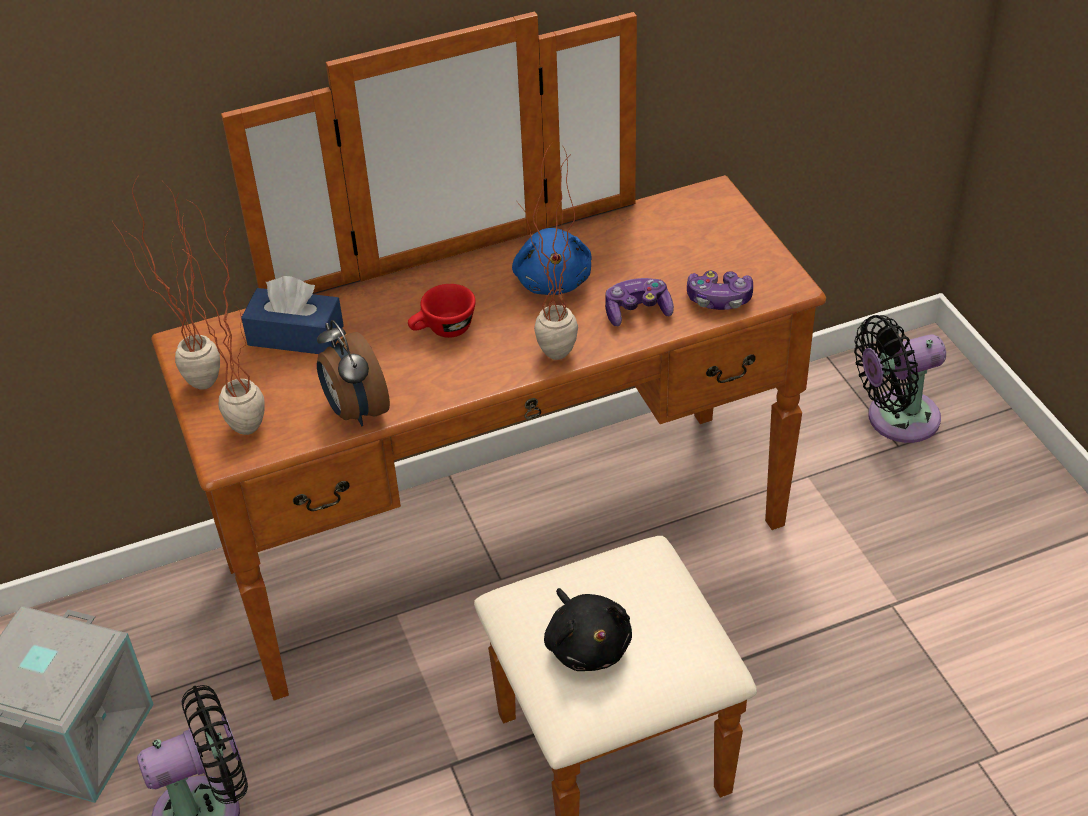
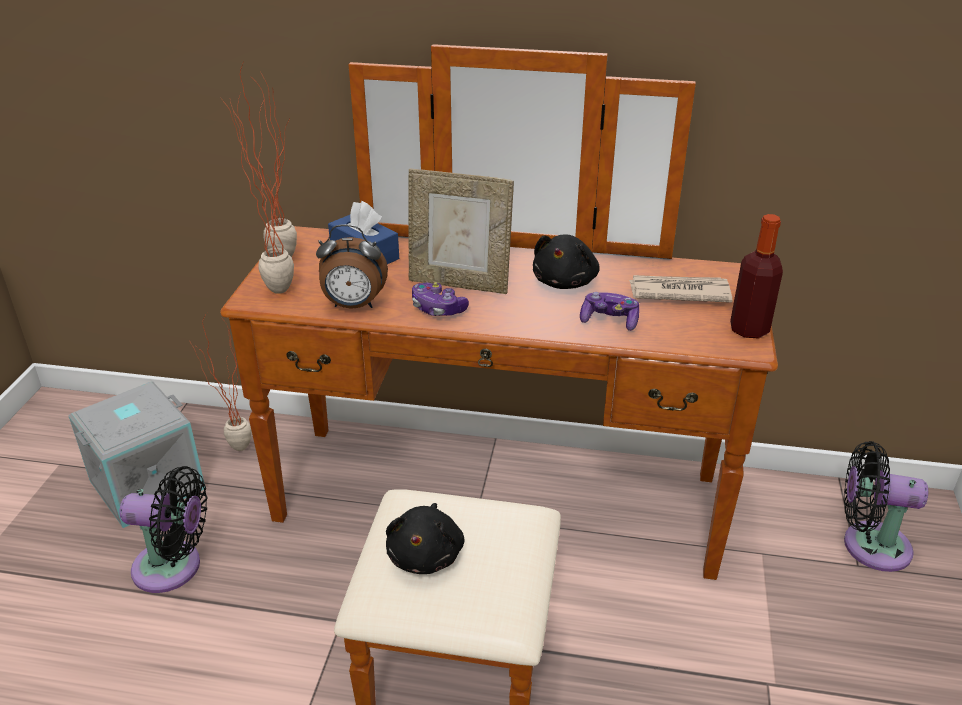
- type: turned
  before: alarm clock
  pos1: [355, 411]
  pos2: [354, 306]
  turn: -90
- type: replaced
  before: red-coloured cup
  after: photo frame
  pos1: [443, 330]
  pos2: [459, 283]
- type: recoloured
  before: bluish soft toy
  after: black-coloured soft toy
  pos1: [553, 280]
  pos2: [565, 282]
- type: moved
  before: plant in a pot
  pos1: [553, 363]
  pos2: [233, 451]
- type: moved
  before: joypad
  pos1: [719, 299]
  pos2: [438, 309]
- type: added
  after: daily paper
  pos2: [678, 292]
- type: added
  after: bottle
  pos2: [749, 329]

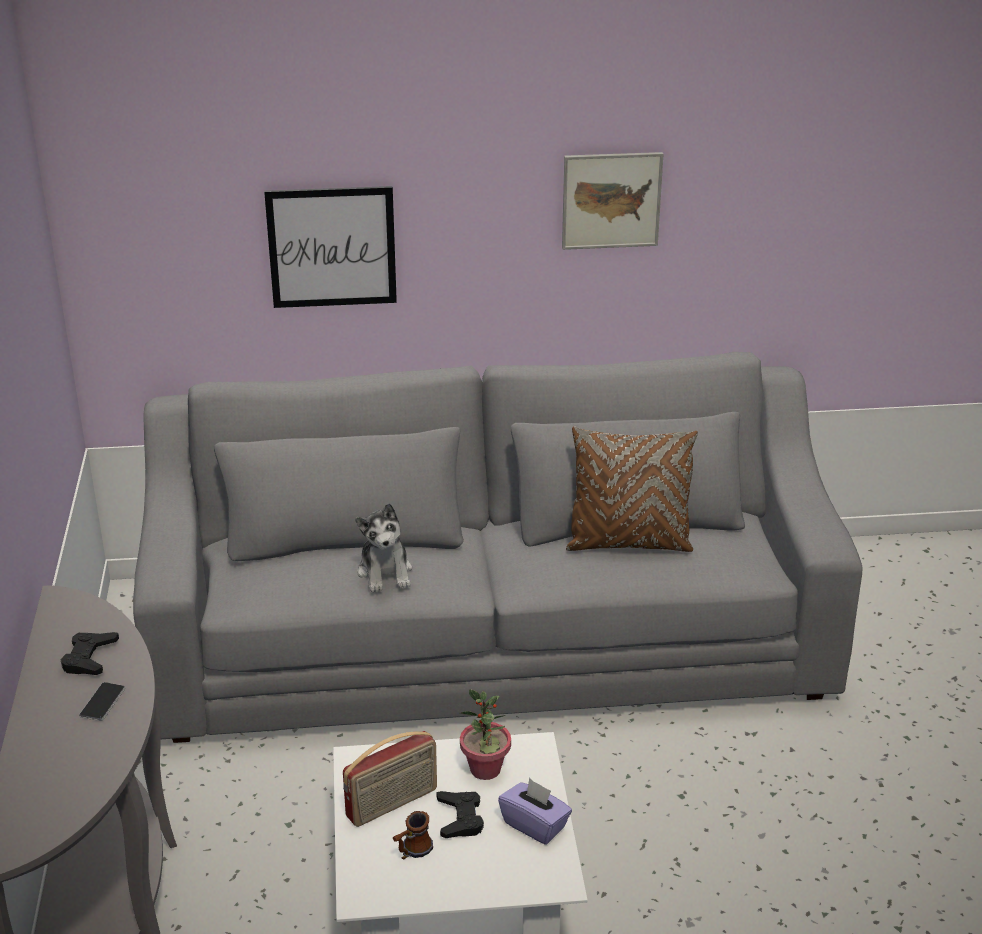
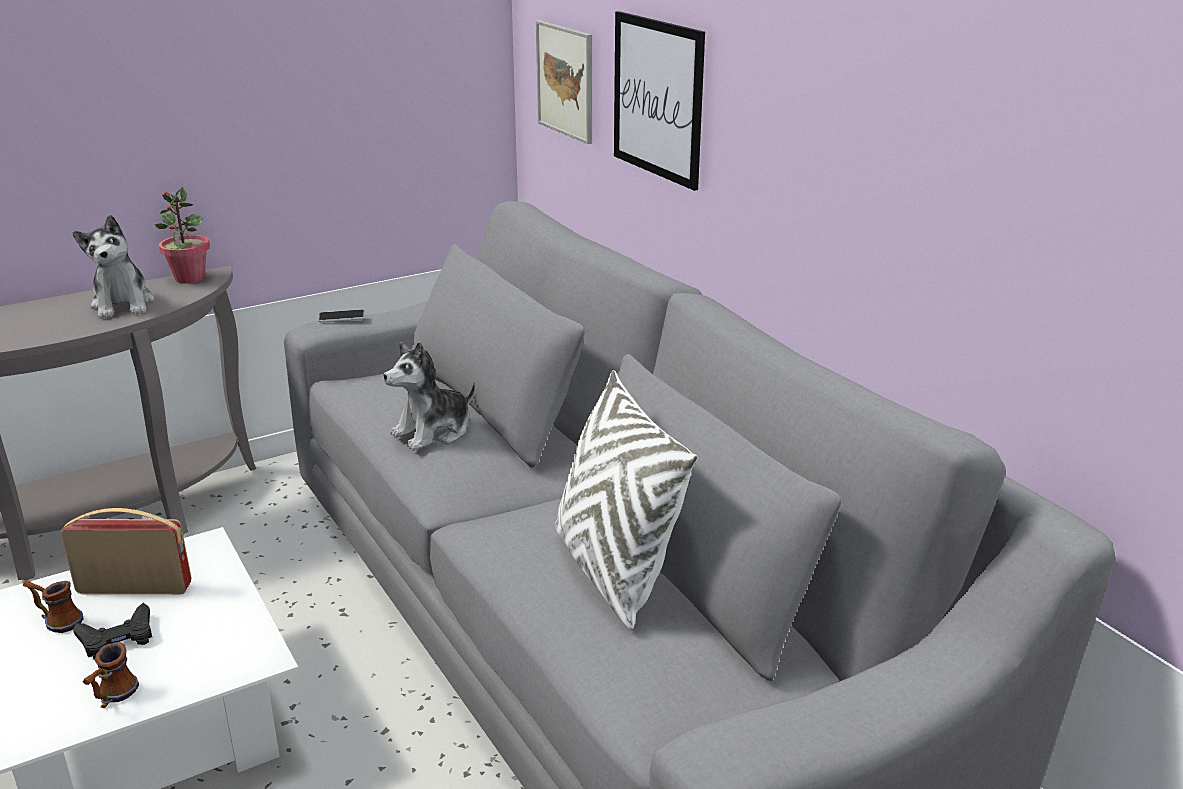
- type: replaced
  before: black-coloured joypad
  after: soft toy
  pos1: [89, 658]
  pos2: [123, 304]
- type: moved
  before: telephone
  pos1: [102, 702]
  pos2: [341, 317]
- type: turned
  before: radio receiver
  pos1: [392, 804]
  pos2: [135, 587]
  turn: 150
- type: moved
  before: plant in a pot
  pos1: [485, 769]
  pos2: [189, 278]
- type: replaced
  before: purple-coloured tissue box
  after: tea mug
  pos1: [535, 825]
  pos2: [112, 697]
- type: moved
  before: wall picture
  pos1: [611, 200]
  pos2: [565, 81]
- type: recoloured
  before: brownish cushion
  after: whitish cushion
  pos1: [628, 543]
  pos2: [613, 572]

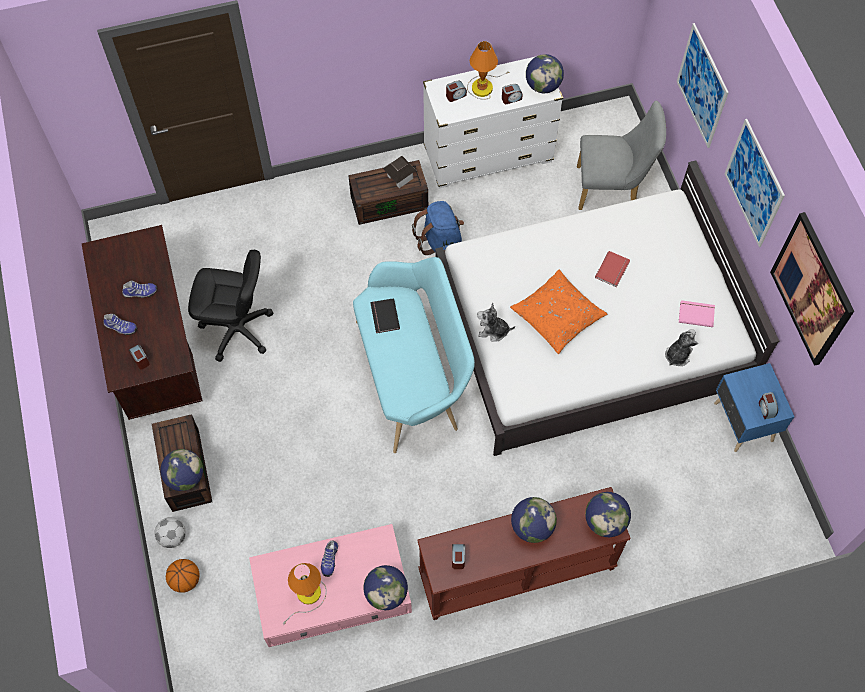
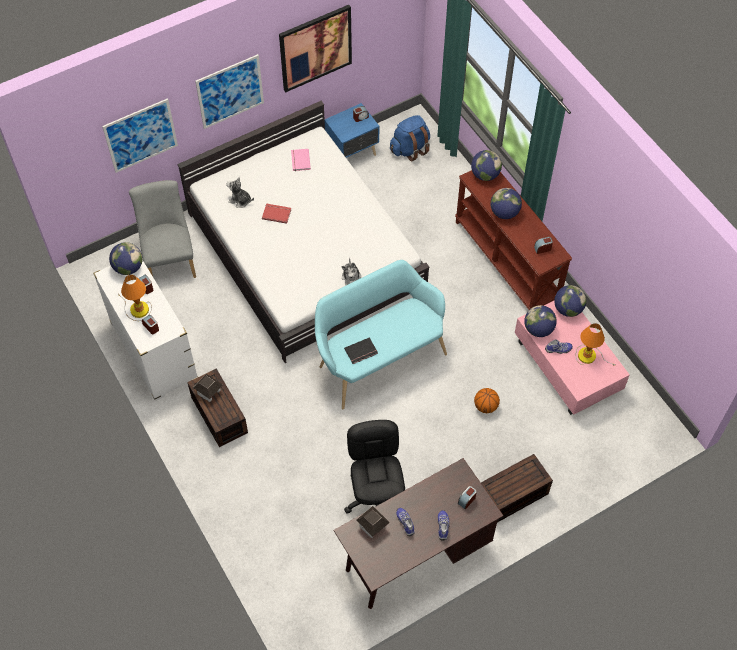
- type: removed
  before: football
  pos1: [172, 537]
- type: moved
  before: desk globe
  pos1: [185, 477]
  pos2: [538, 329]
- type: moved
  before: basketball ball
  pos1: [185, 580]
  pos2: [485, 406]
- type: moved
  before: bluish rucksack
  pos1: [440, 242]
  pos2: [410, 149]
- type: removed
  before: orange-coloured cushion
  pos1: [557, 316]
- type: moved
  before: soft toy
  pos1: [677, 355]
  pos2: [240, 200]
- type: added
  after: miniature house
  pos2: [372, 526]

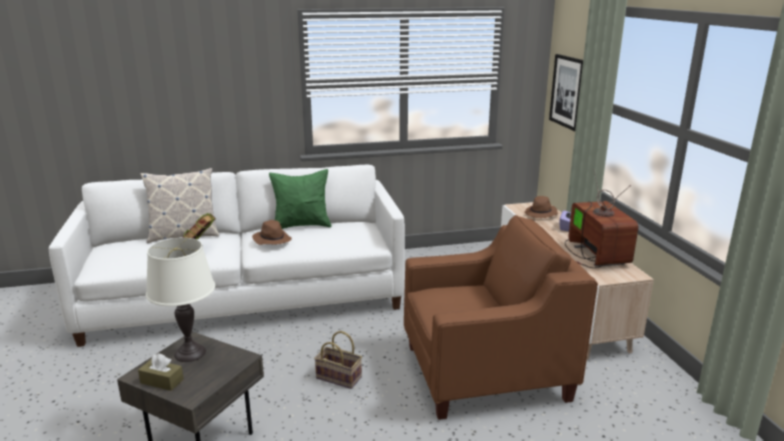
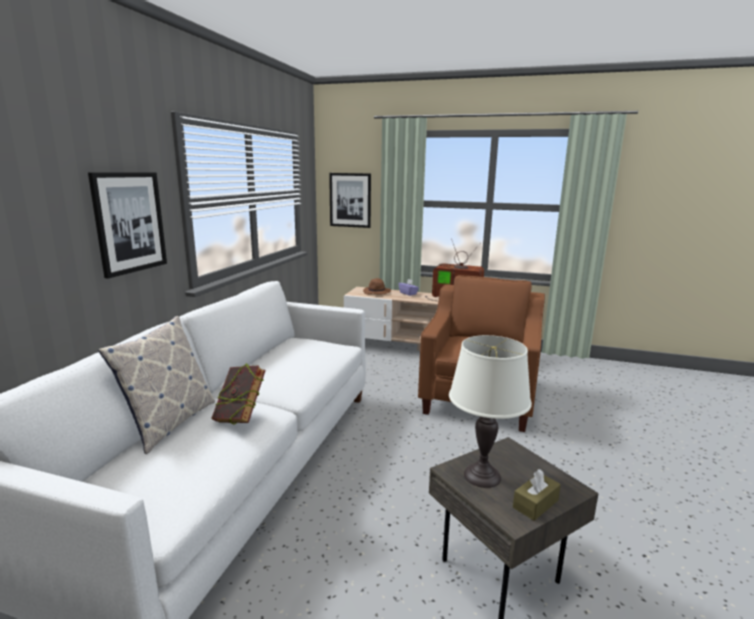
- type: removed
  before: brownish clothing hat
  pos1: [272, 240]
- type: removed
  before: greenish cushion
  pos1: [302, 225]
- type: removed
  before: storage basket
  pos1: [340, 377]
- type: added
  after: wall picture
  pos2: [129, 222]

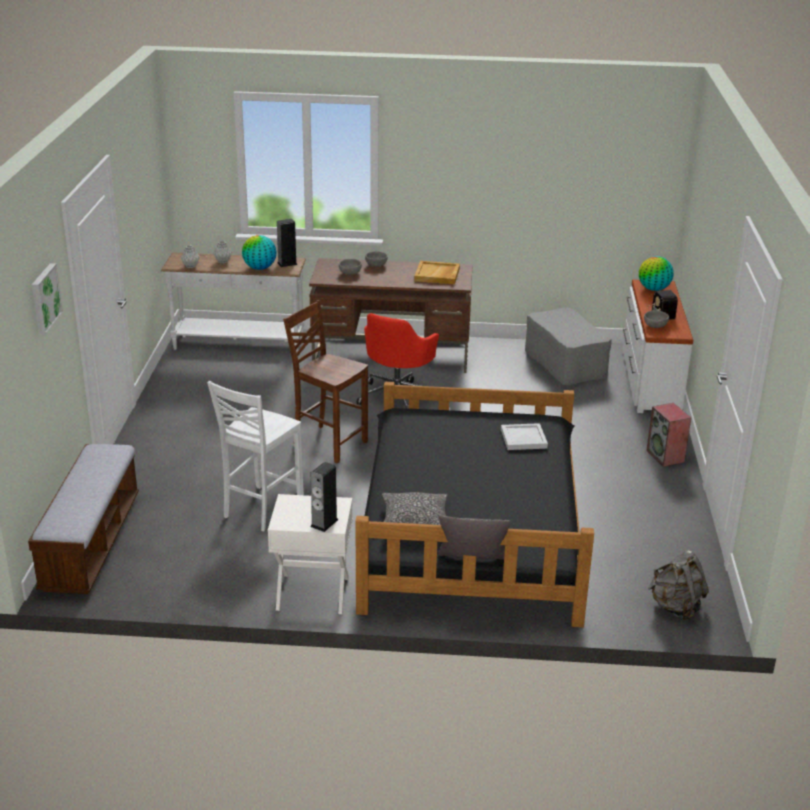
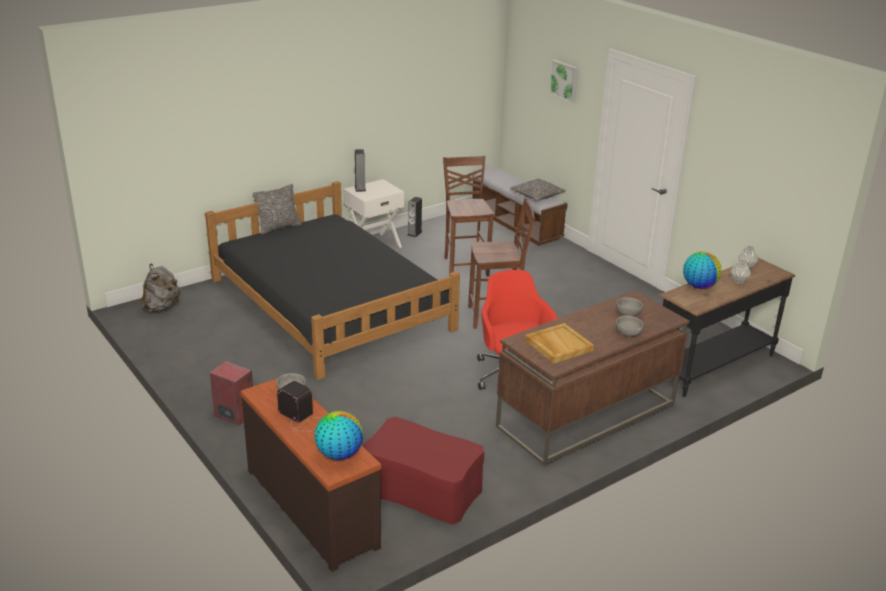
- type: recoloured
  before: whitish console table
  after: black-coloured console table
  pos1: [238, 344]
  pos2: [713, 365]
- type: recoloured
  before: whitish chair
  after: brownish chair
  pos1: [260, 509]
  pos2: [465, 266]
- type: moved
  before: loudspeaker
  pos1: [287, 263]
  pos2: [414, 233]
- type: moved
  before: cushion
  pos1: [414, 520]
  pos2: [537, 195]
- type: removed
  before: whitish carrying tray
  pos1: [523, 438]
- type: recoloured
  before: gray ottoman
  after: red-coloured ottoman
  pos1: [565, 363]
  pos2: [422, 489]
- type: recoloured
  before: whitish drawer chest
  after: brownish drawer chest
  pos1: [649, 380]
  pos2: [313, 507]

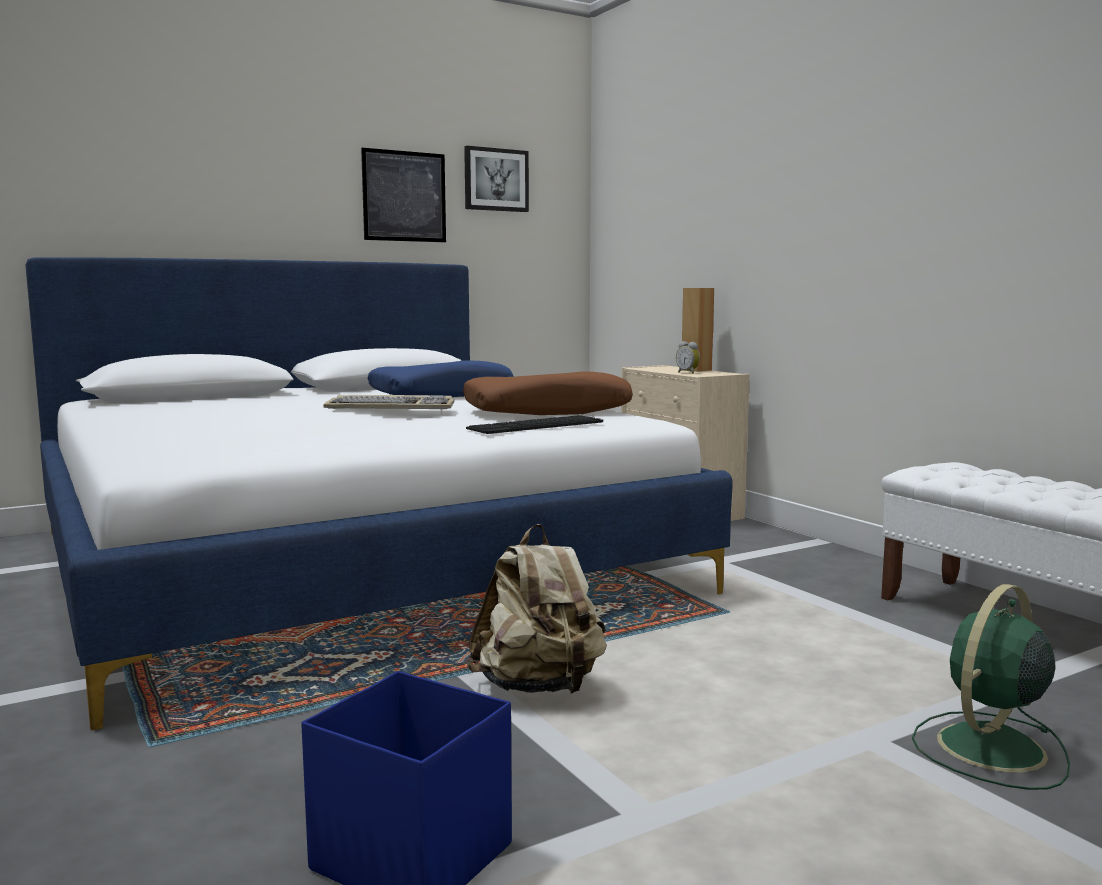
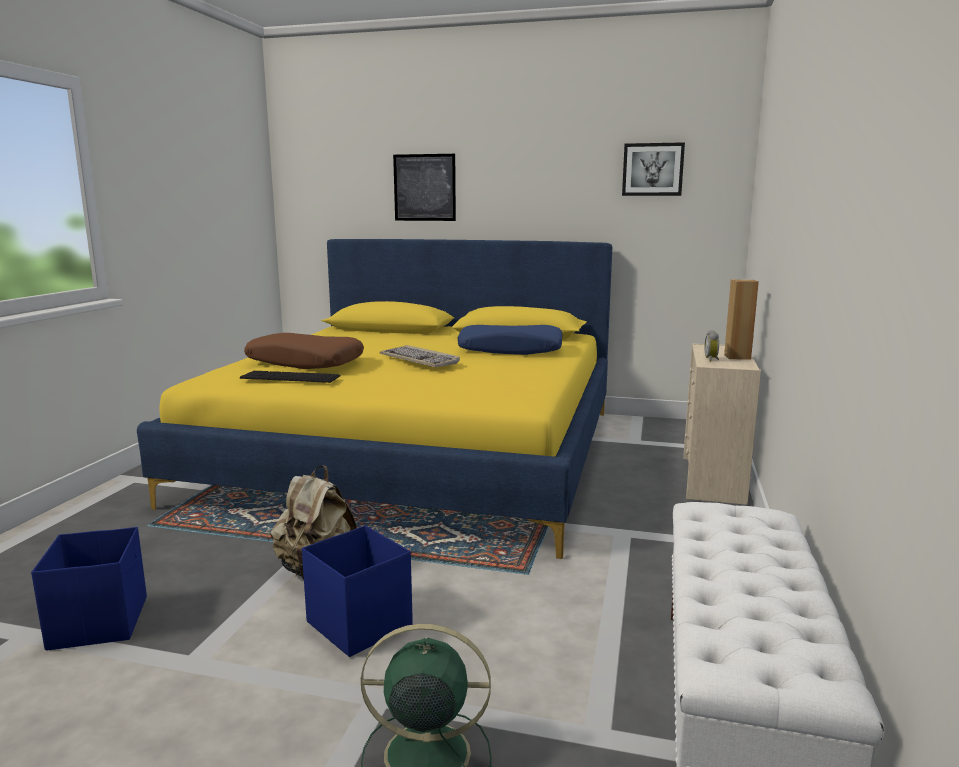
- type: recoloured
  before: whitish sleeping bed
  after: yellowish sleeping bed
  pos1: [350, 559]
  pos2: [419, 453]
- type: moved
  before: wall picture
  pos1: [404, 196]
  pos2: [424, 187]
- type: moved
  before: brownish cushion
  pos1: [547, 411]
  pos2: [305, 362]
- type: moved
  before: computer keyboard
  pos1: [536, 425]
  pos2: [290, 377]
- type: added
  after: bluish storage container
  pos2: [359, 624]

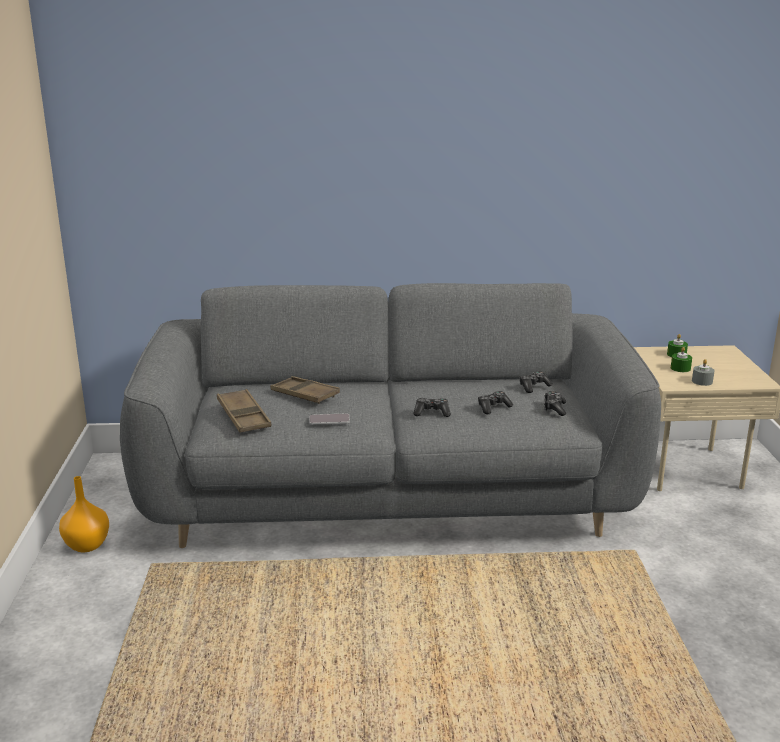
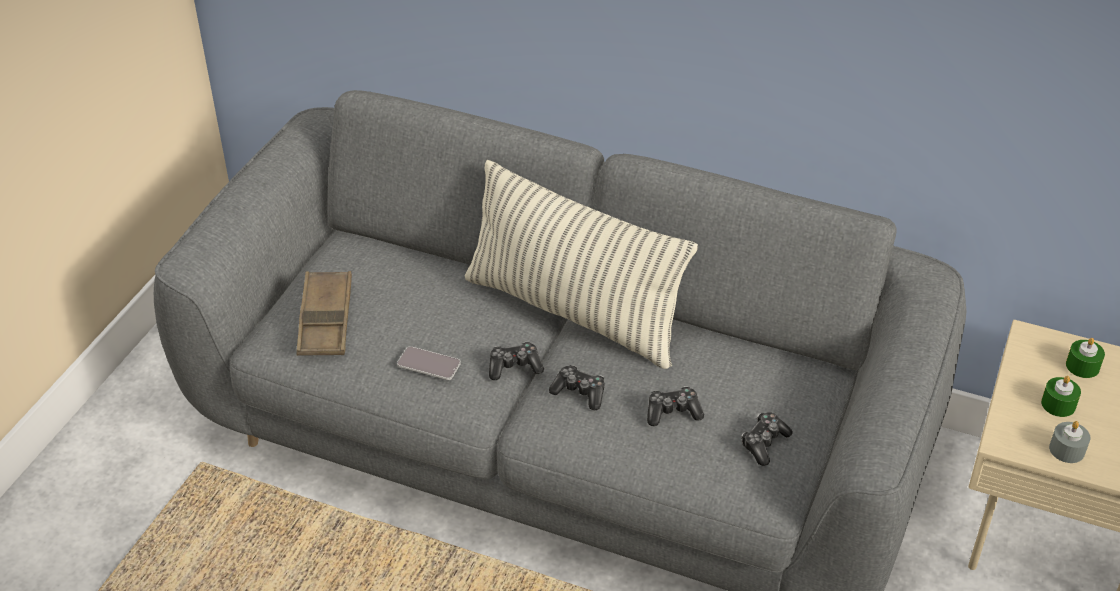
- type: removed
  before: orange-coloured flower vase
  pos1: [88, 545]
- type: removed
  before: brownish carrying tray
  pos1: [304, 395]
- type: moved
  before: joypad
  pos1: [534, 387]
  pos2: [514, 367]
- type: added
  after: cushion
  pos2: [573, 312]

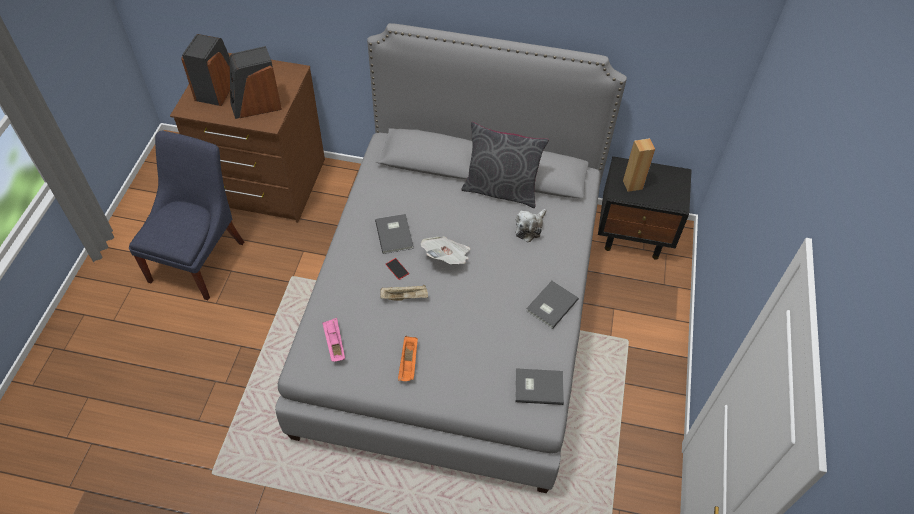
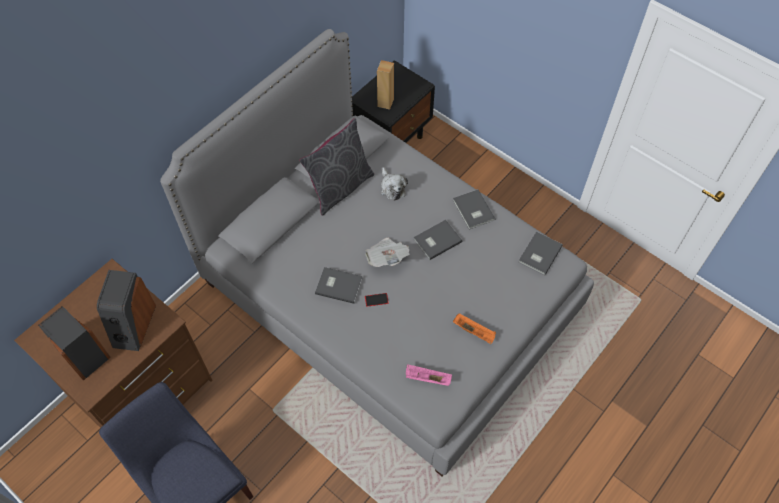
- type: removed
  before: sand-coloured carrying tray
  pos1: [405, 297]
- type: added
  after: gray volume
  pos2: [436, 240]

